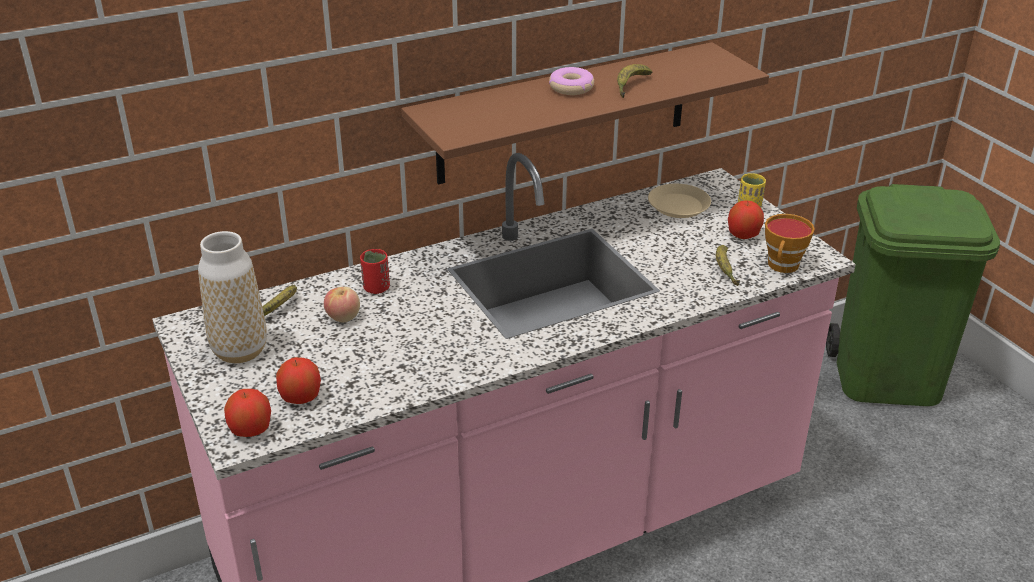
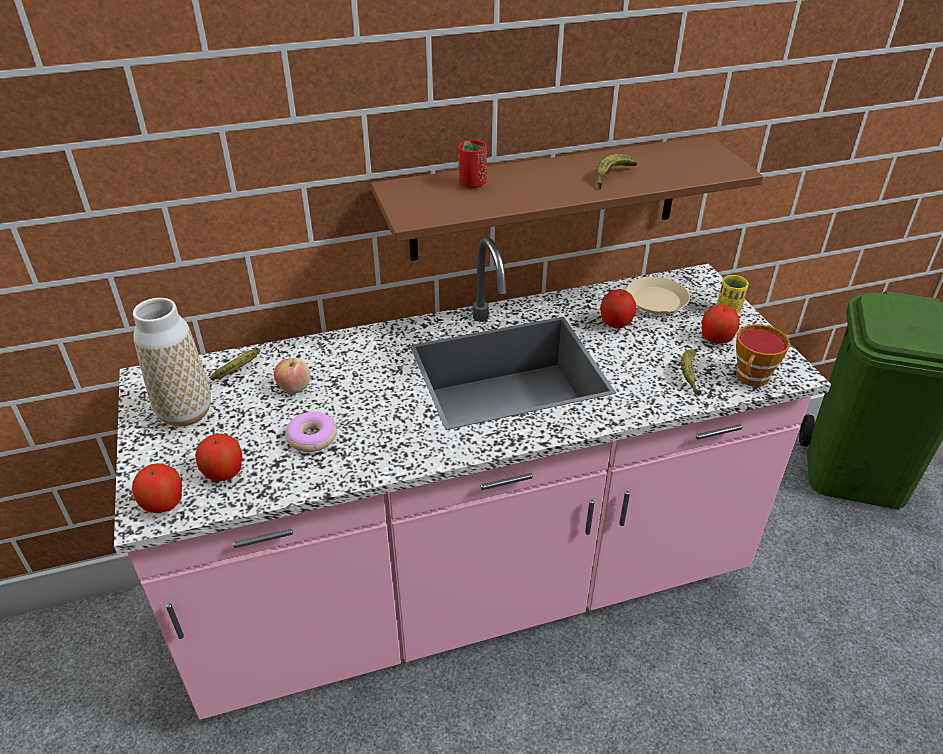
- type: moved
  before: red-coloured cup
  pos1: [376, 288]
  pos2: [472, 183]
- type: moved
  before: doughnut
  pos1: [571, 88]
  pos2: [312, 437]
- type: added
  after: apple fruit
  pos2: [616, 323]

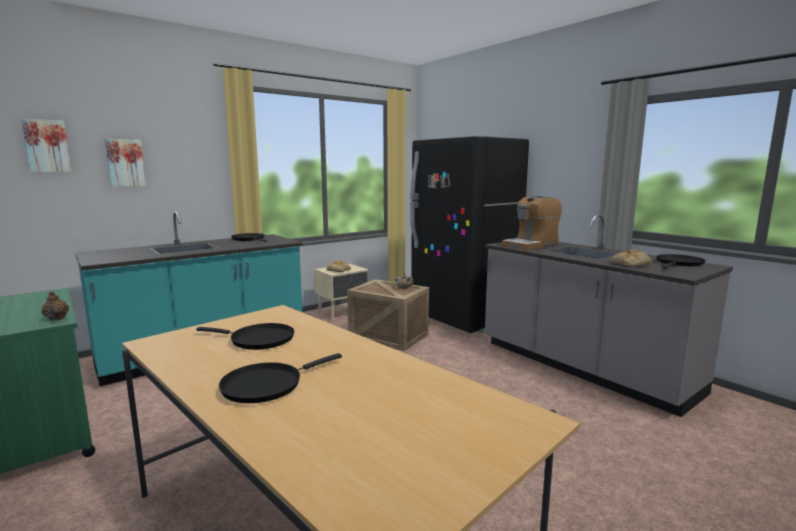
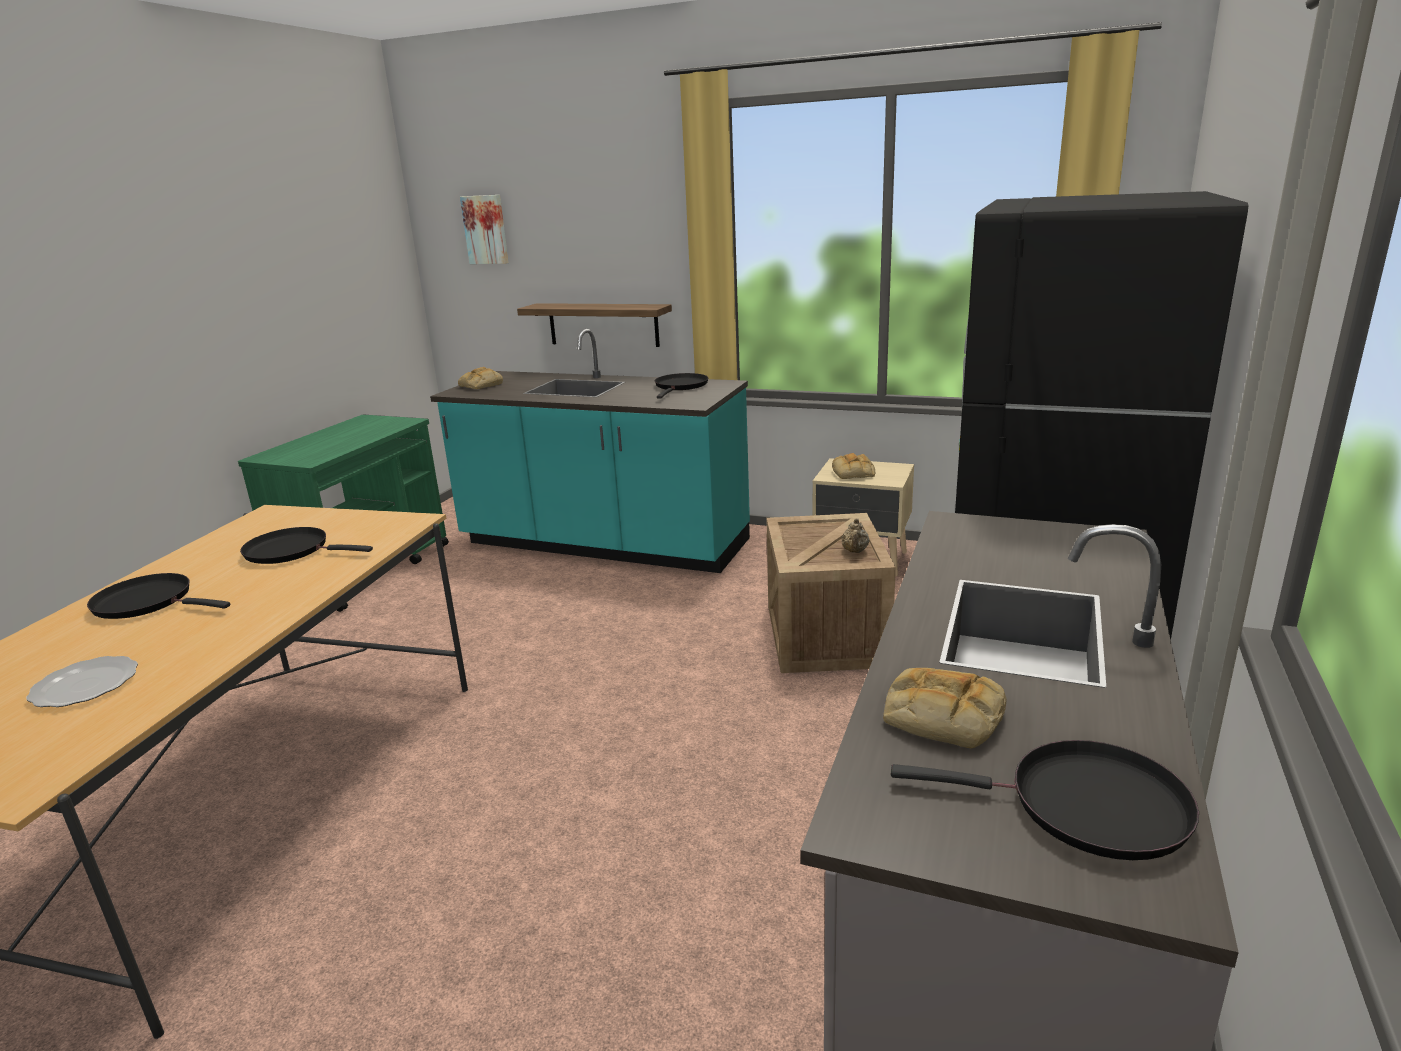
- type: removed
  before: brownish teapot
  pos1: [56, 318]
- type: removed
  before: wall picture
  pos1: [125, 163]
- type: turned
  before: black-coloured skillet
  pos1: [258, 340]
  pos2: [292, 551]
  turn: 120
- type: removed
  before: coffee brewer
  pos1: [531, 245]
- type: added
  after: dinner plate
  pos2: [84, 685]
- type: added
  after: bakery bread
  pos2: [481, 385]
- type: added
  after: bracket shelf
  pos2: [603, 324]

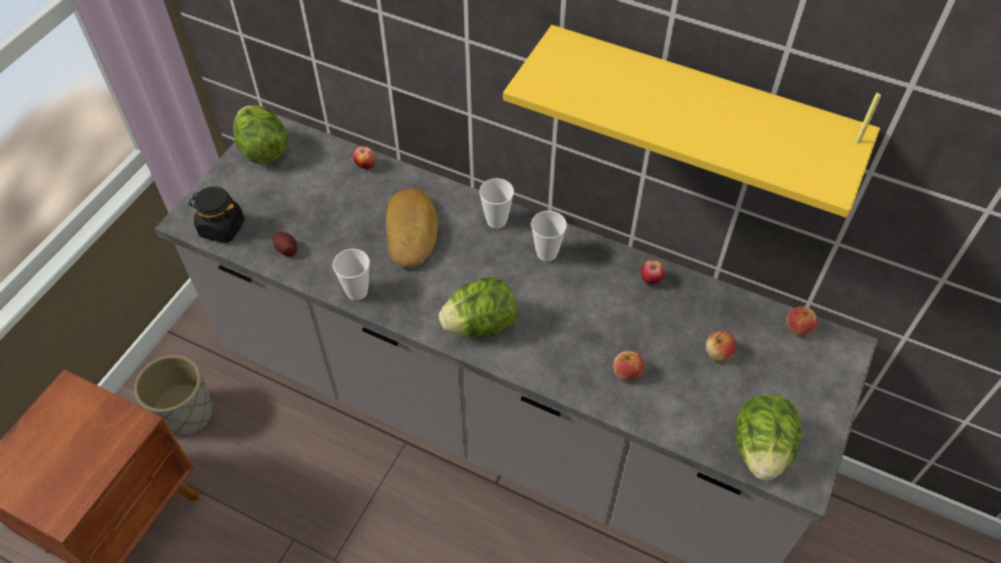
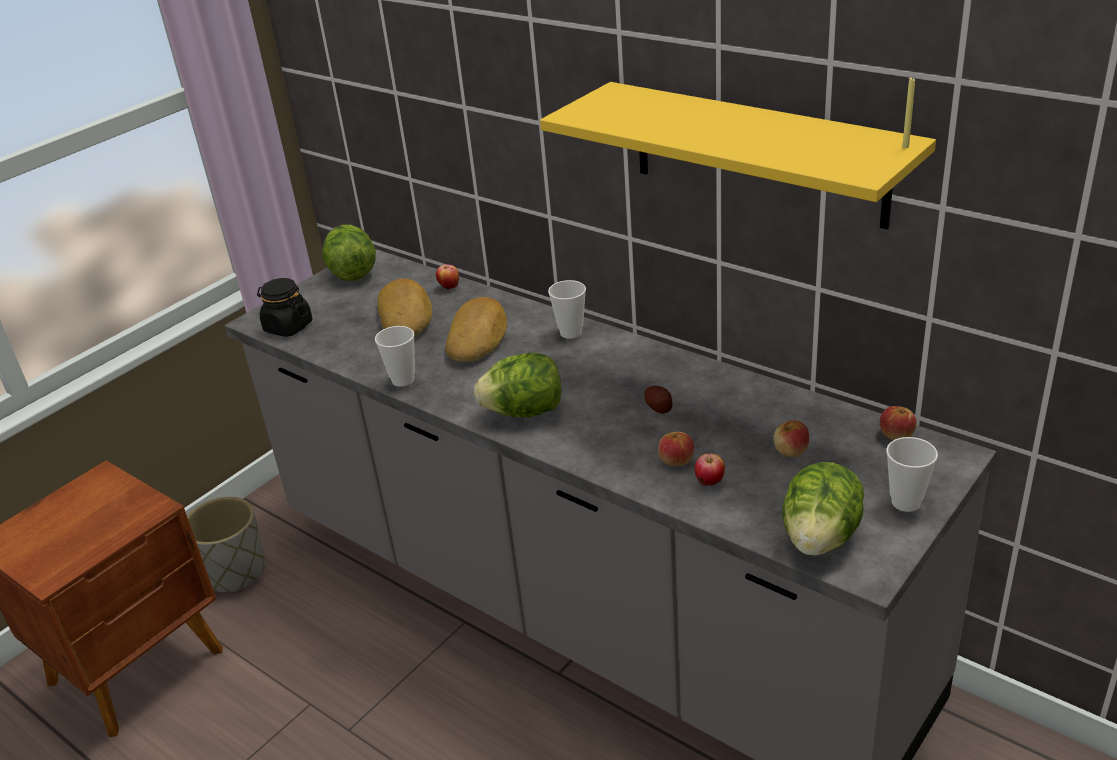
- type: moved
  before: potato
  pos1: [286, 249]
  pos2: [658, 407]
- type: moved
  before: cup
  pos1: [547, 253]
  pos2: [905, 502]
- type: moved
  before: apple fruit
  pos1: [651, 280]
  pos2: [710, 483]
- type: added
  after: bakery bread
  pos2: [407, 316]

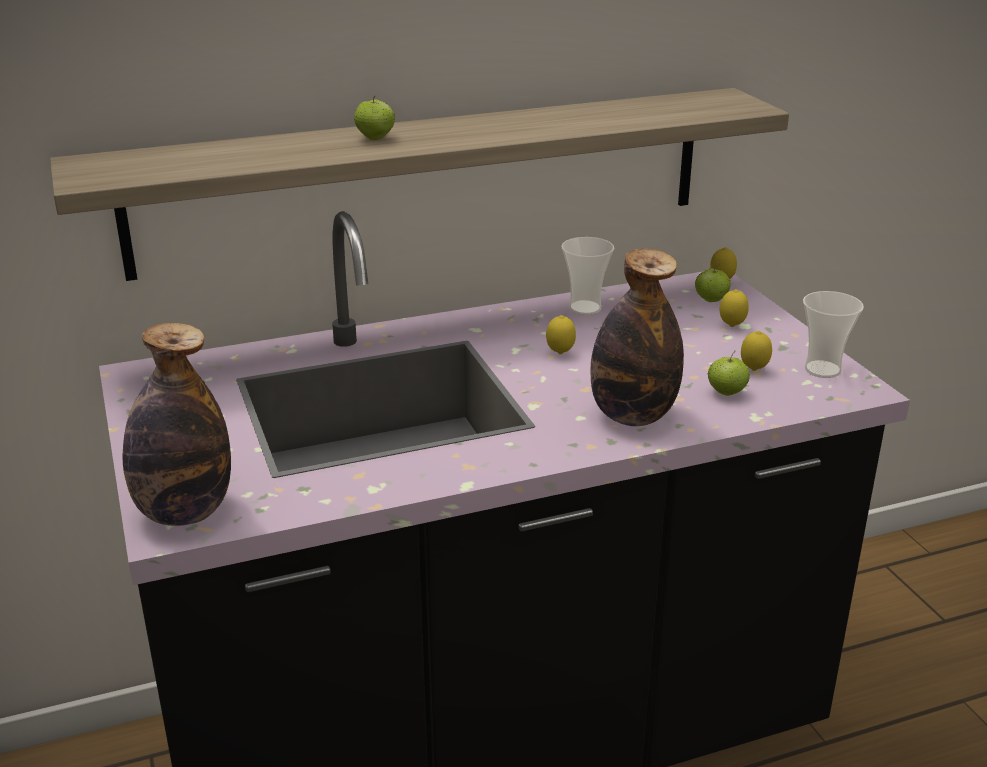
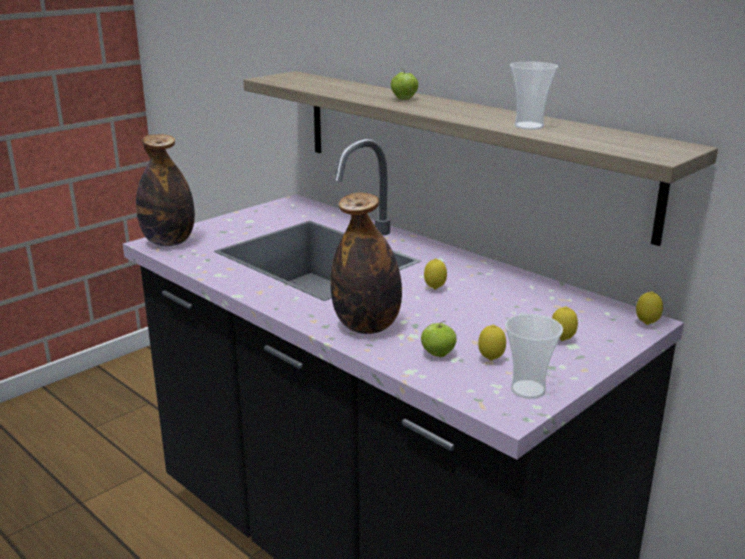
- type: moved
  before: cup
  pos1: [585, 308]
  pos2: [529, 126]
- type: removed
  before: apple fruit
  pos1: [711, 300]

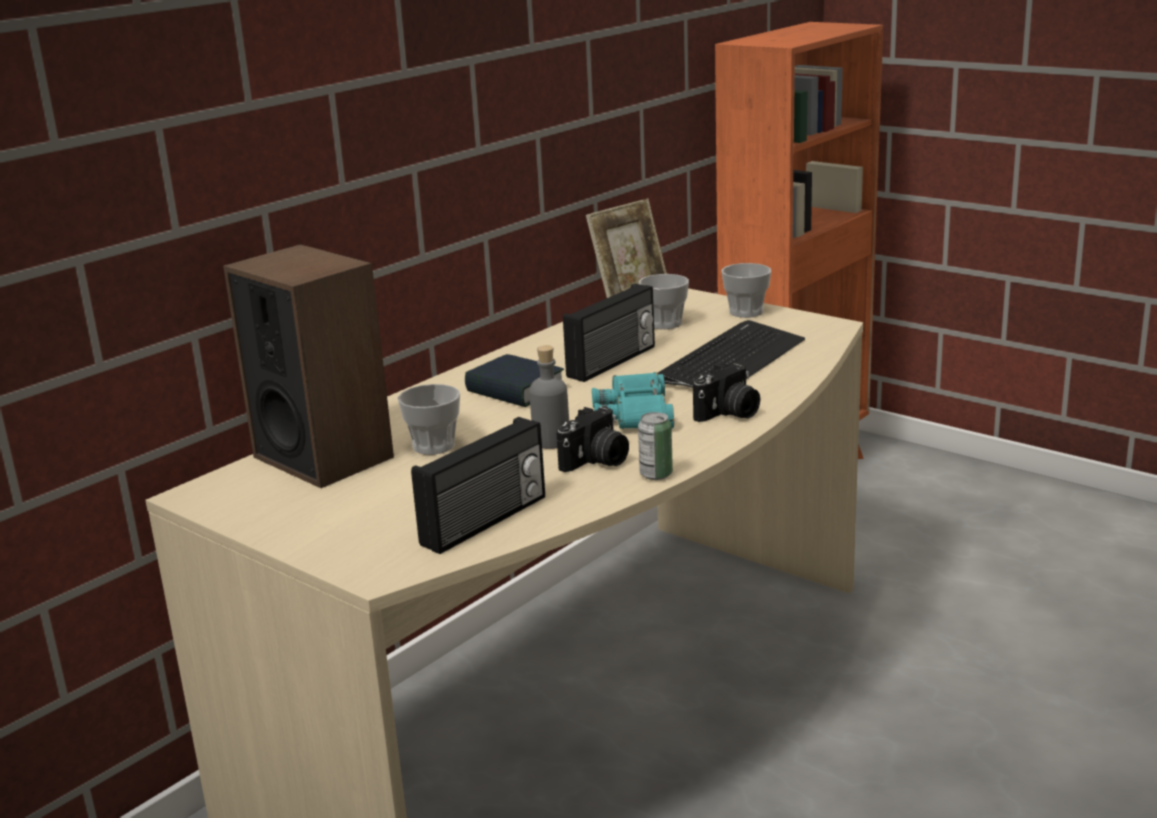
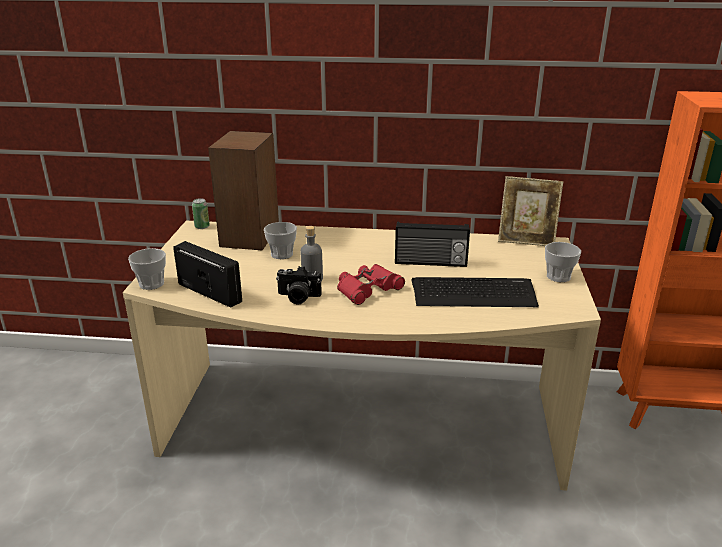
- type: turned
  before: radio receiver
  pos1: [486, 521]
  pos2: [211, 292]
  turn: -150
- type: removed
  before: volume
  pos1: [515, 390]
- type: recoloured
  before: turquoise field glasses
  after: red-coloured field glasses
  pos1: [636, 413]
  pos2: [368, 289]
- type: moved
  before: can
  pos1: [656, 474]
  pos2: [202, 227]
- type: moved
  before: cup
  pos1: [664, 323]
  pos2: [151, 284]
- type: removed
  before: still camera
  pos1: [729, 414]

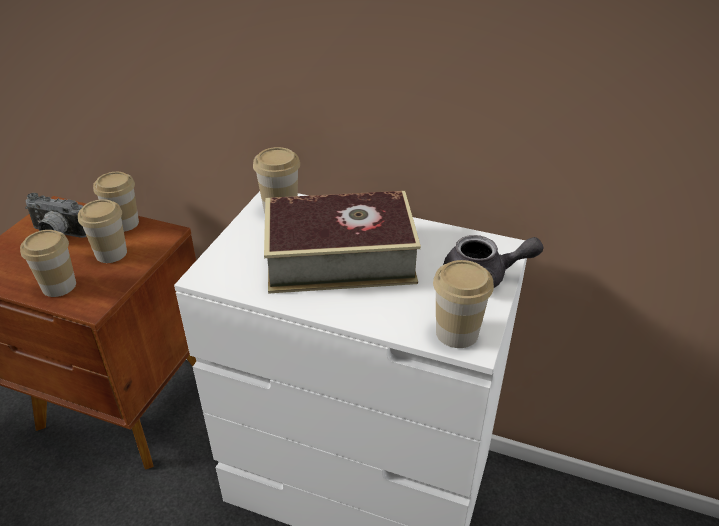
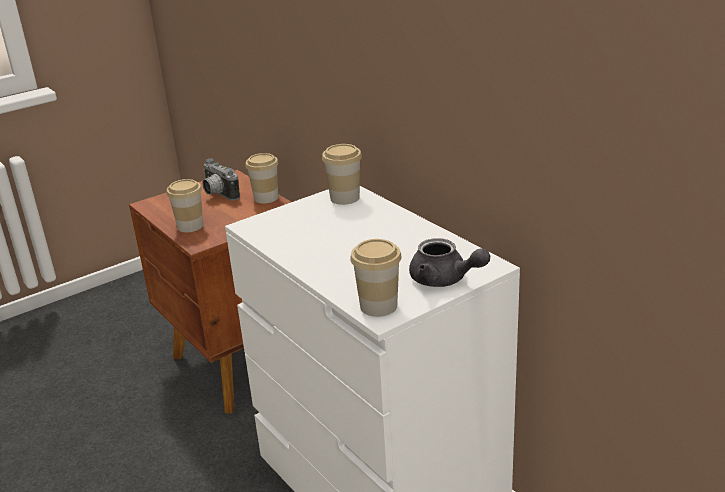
- type: removed
  before: cup
  pos1: [111, 253]
- type: removed
  before: volume
  pos1: [340, 257]

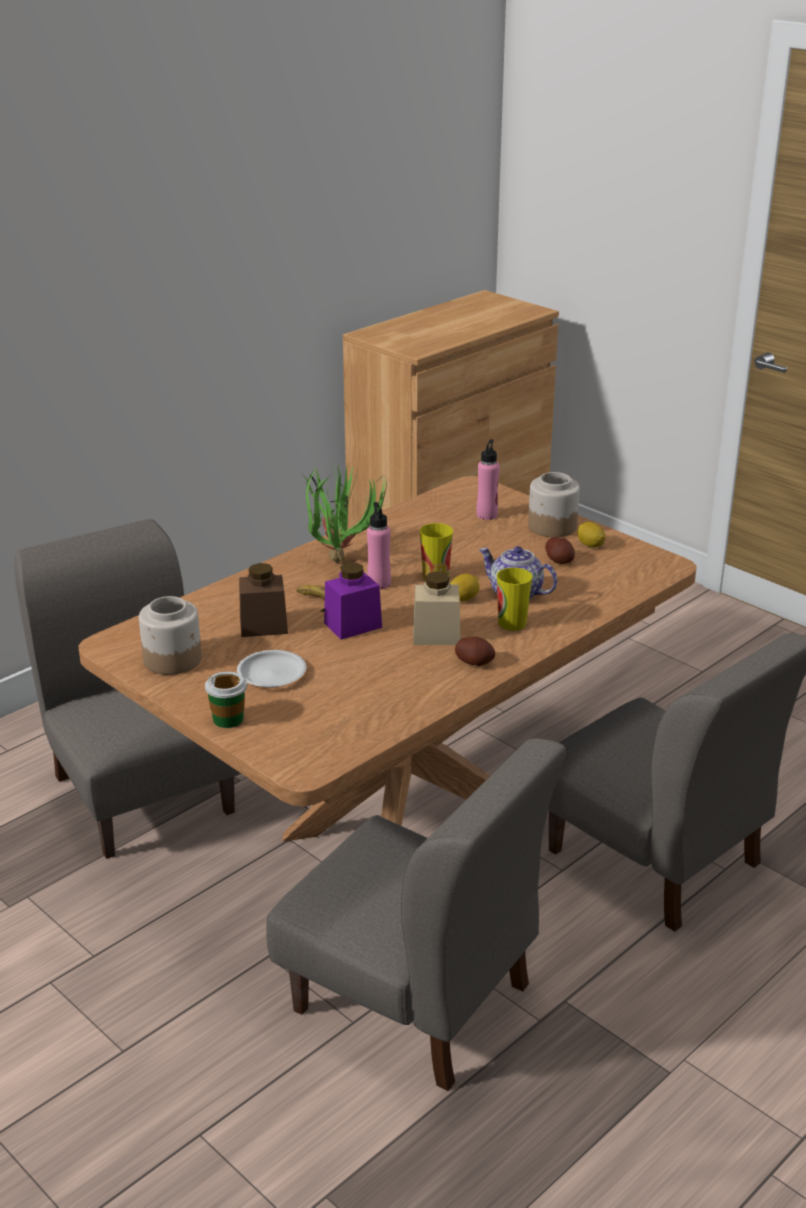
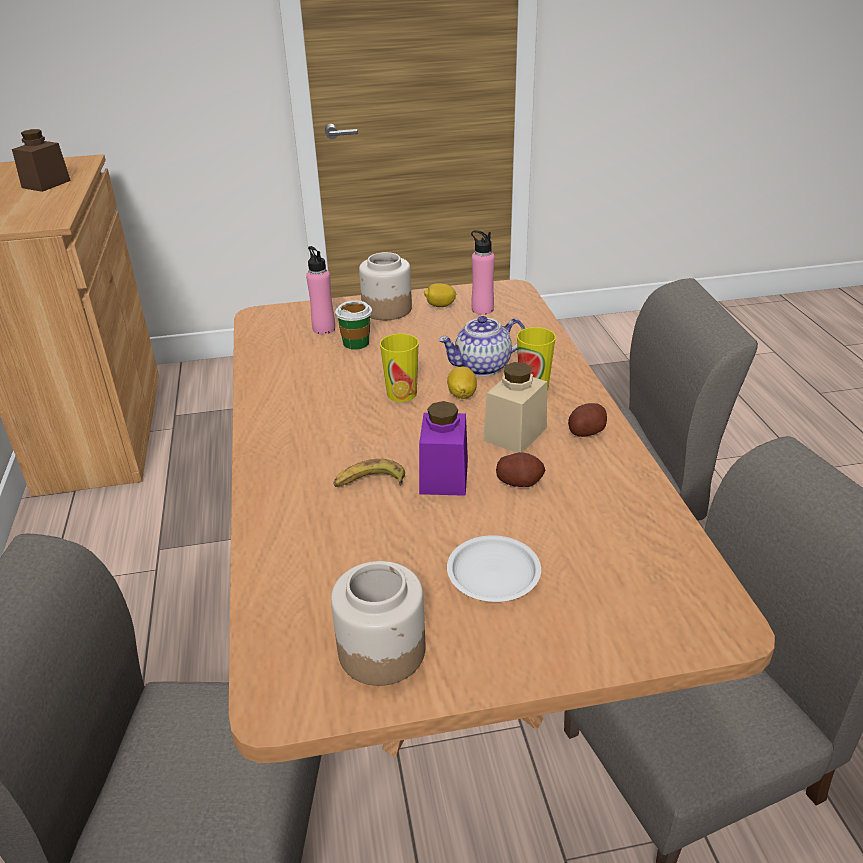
- type: moved
  before: cup
  pos1: [228, 719]
  pos2: [356, 343]
- type: moved
  before: brownish jar
  pos1: [263, 626]
  pos2: [46, 184]
- type: removed
  before: plant in a pot
  pos1: [340, 555]
- type: moved
  before: pink bottle
  pos1: [379, 583]
  pos2: [482, 309]
- type: moved
  before: potato
  pos1: [559, 561]
  pos2: [519, 482]

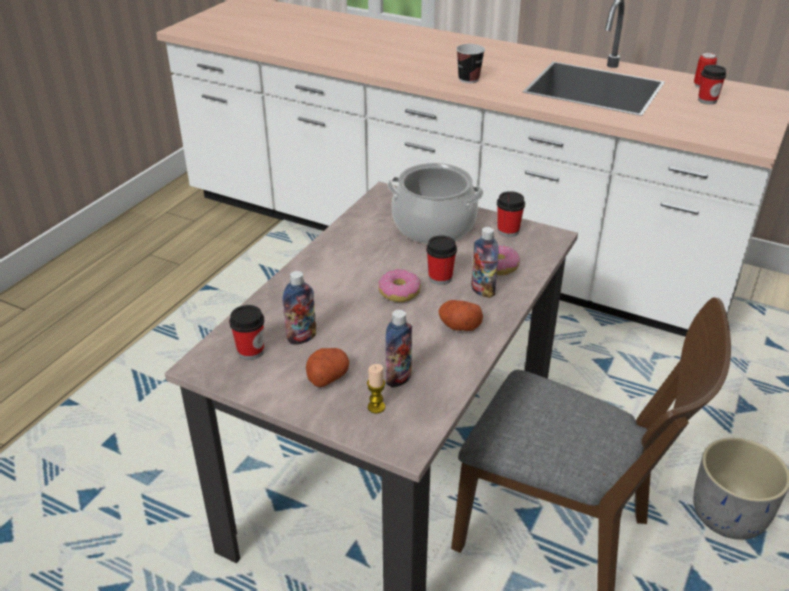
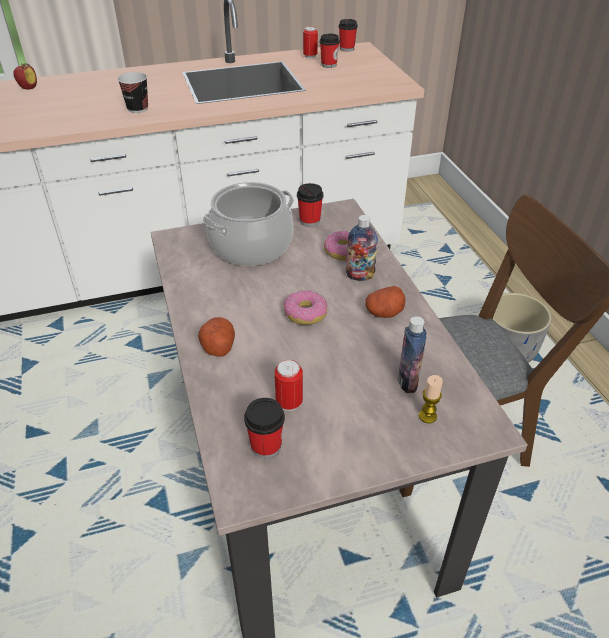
- type: replaced
  before: bottle
  after: can
  pos1: [301, 337]
  pos2: [289, 403]
- type: moved
  before: potato
  pos1: [327, 376]
  pos2: [218, 345]
- type: moved
  before: cup
  pos1: [440, 278]
  pos2: [347, 49]
- type: added
  after: apple fruit
  pos2: [28, 88]

